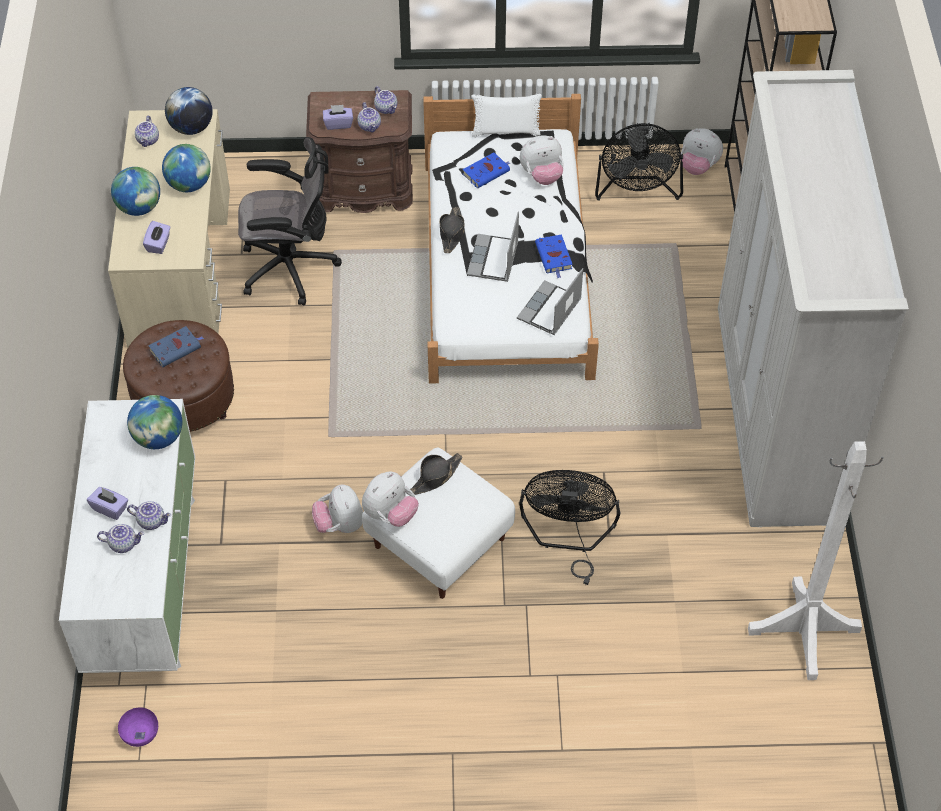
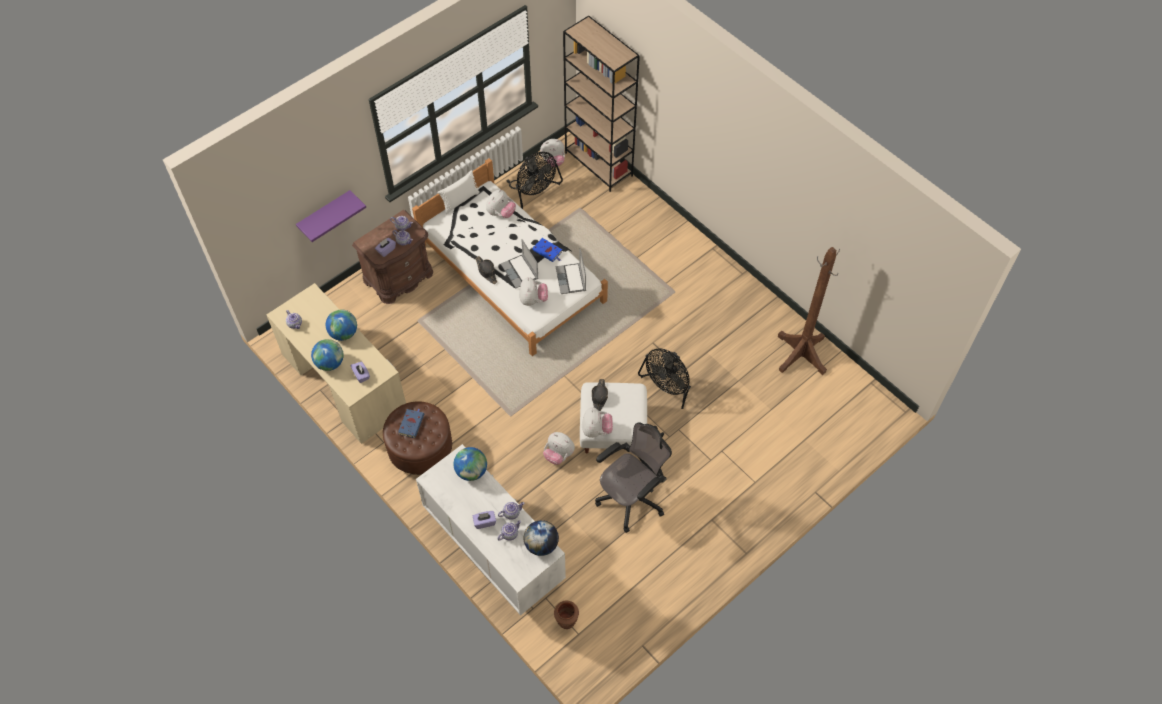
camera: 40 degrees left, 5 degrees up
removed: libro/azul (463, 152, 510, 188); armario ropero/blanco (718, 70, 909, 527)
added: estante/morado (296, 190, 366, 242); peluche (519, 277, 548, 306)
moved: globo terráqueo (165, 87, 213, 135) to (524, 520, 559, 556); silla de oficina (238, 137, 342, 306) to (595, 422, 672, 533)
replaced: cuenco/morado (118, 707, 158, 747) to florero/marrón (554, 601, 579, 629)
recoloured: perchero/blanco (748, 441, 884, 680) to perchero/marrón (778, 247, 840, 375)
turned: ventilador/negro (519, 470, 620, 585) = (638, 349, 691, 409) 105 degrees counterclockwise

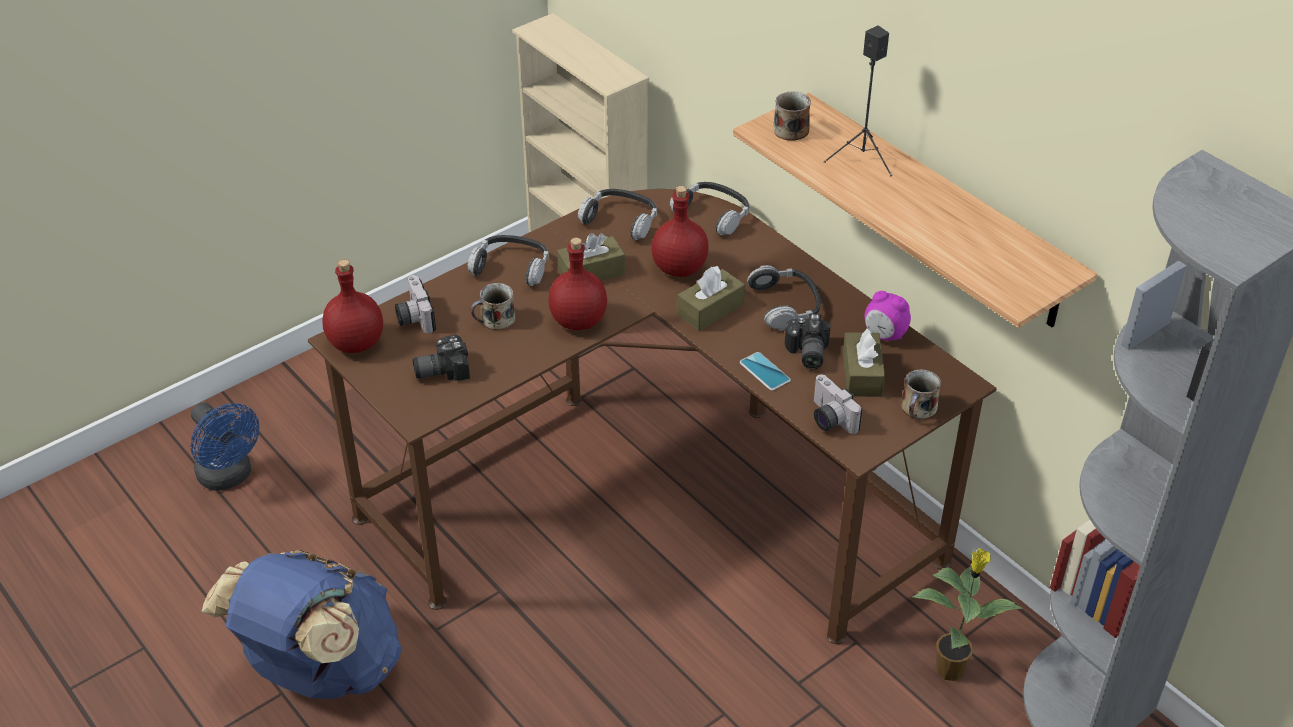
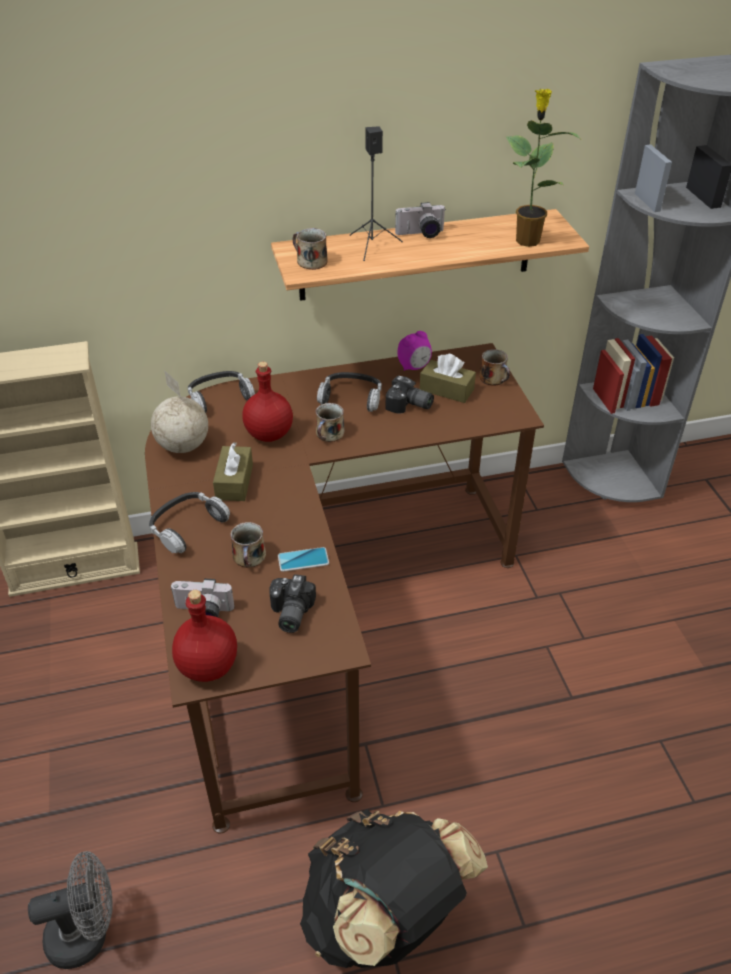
camera: 65 degrees left, 0 degrees up
removed: botella/rojo (548, 238, 607, 330)
moved: móvil (740, 352, 791, 391) to (278, 547, 329, 572); cámara (814, 374, 862, 434) to (395, 202, 445, 238); planta en maceta (912, 548, 1023, 681) to (506, 88, 581, 247)
replaced: auriculares (578, 189, 657, 240) to globo terráqueo (151, 370, 208, 453); caja de pañuelos/marrón (677, 266, 745, 331) to taza grande (316, 403, 344, 442)
recoloured: ventilador/azul (191, 402, 259, 491) to ventilador/gris (28, 851, 113, 969); mochila/azul (202, 550, 402, 699) to mochila/negro (300, 809, 488, 968)

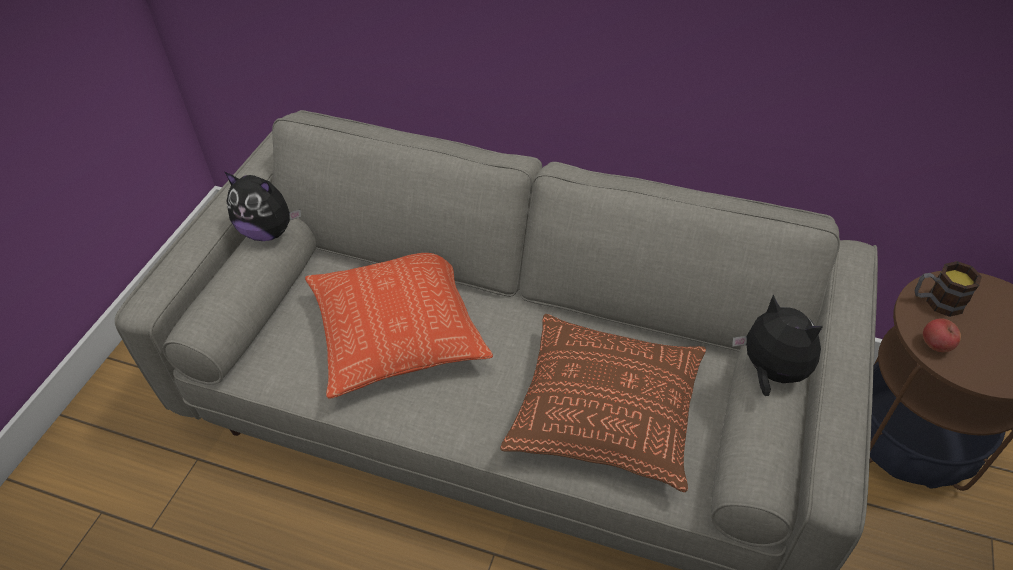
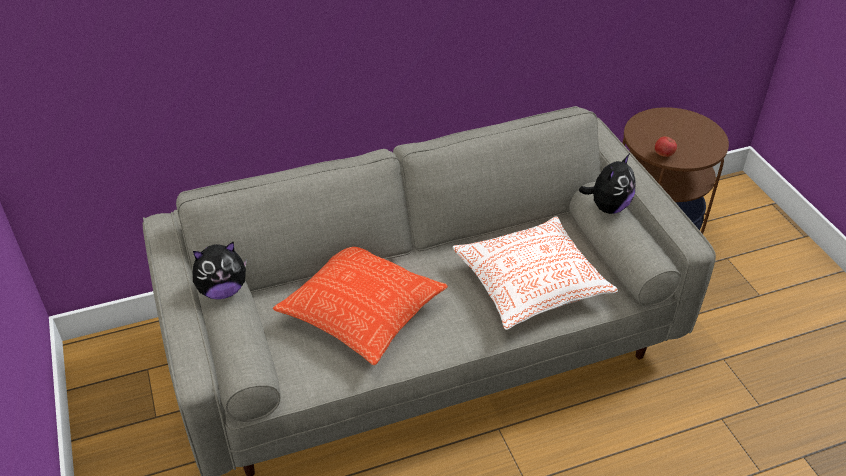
camera: 40 degrees left, 5 degrees down
removed: taza grande (915, 261, 982, 317)
recoloured: cojín/marrón (500, 314, 706, 492) to cojín/blanco (453, 216, 618, 330)
turned: peluche (732, 294, 823, 396) = (579, 153, 635, 214) 120 degrees clockwise

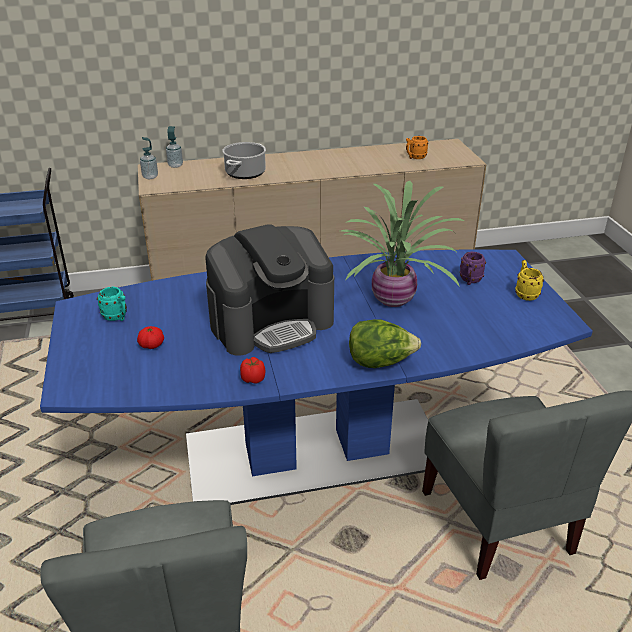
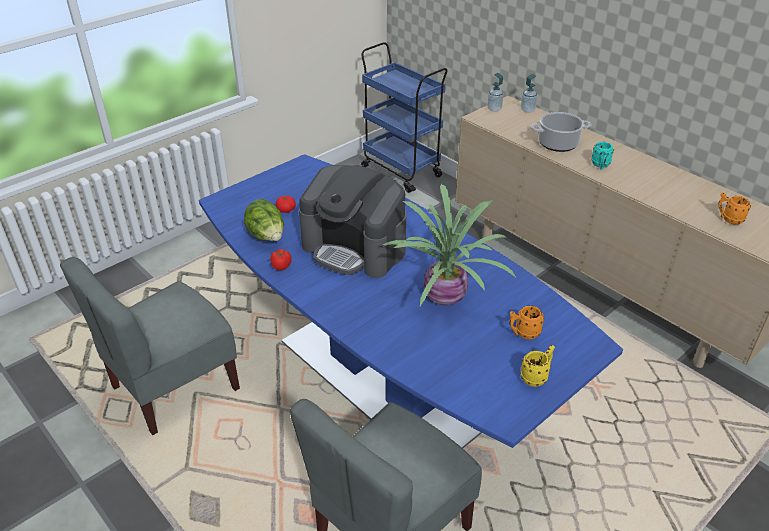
camera: 60 degrees right, 5 degrees up
moved: taza grande/turquesa (97, 287, 127, 321) to (591, 142, 614, 169); lechuga (349, 319, 421, 368) to (244, 199, 284, 241)
recoloured: taza grande/morado (460, 252, 486, 285) to taza grande/naranja (509, 306, 544, 340)

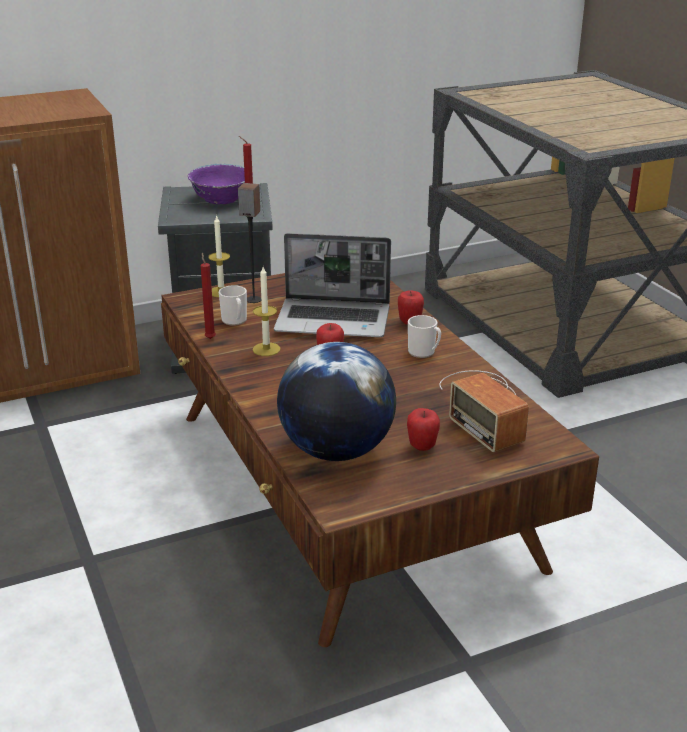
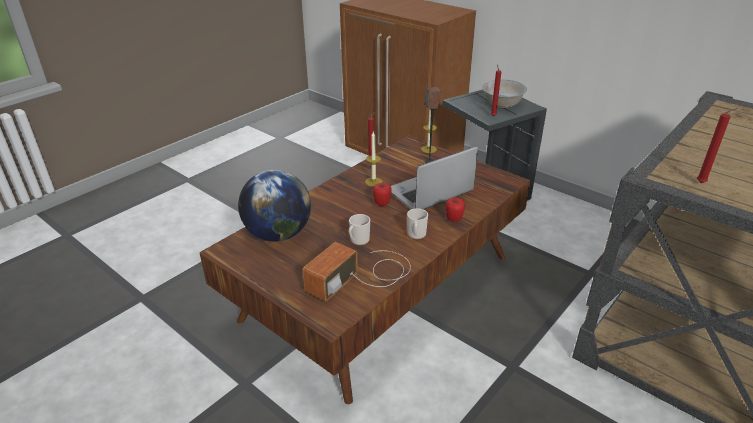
camera: 65 degrees right, 5 degrees up
removed: manzana (407, 408, 440, 451)
added: vela/rojo (697, 108, 738, 183)
moved: taza grande (219, 285, 247, 326) to (349, 214, 370, 245)
recoloured: cuenco/morado (188, 164, 253, 204) to cuenco/blanco (482, 80, 527, 108)
turned: portátil (274, 233, 391, 337) = (391, 146, 478, 210) 75 degrees clockwise

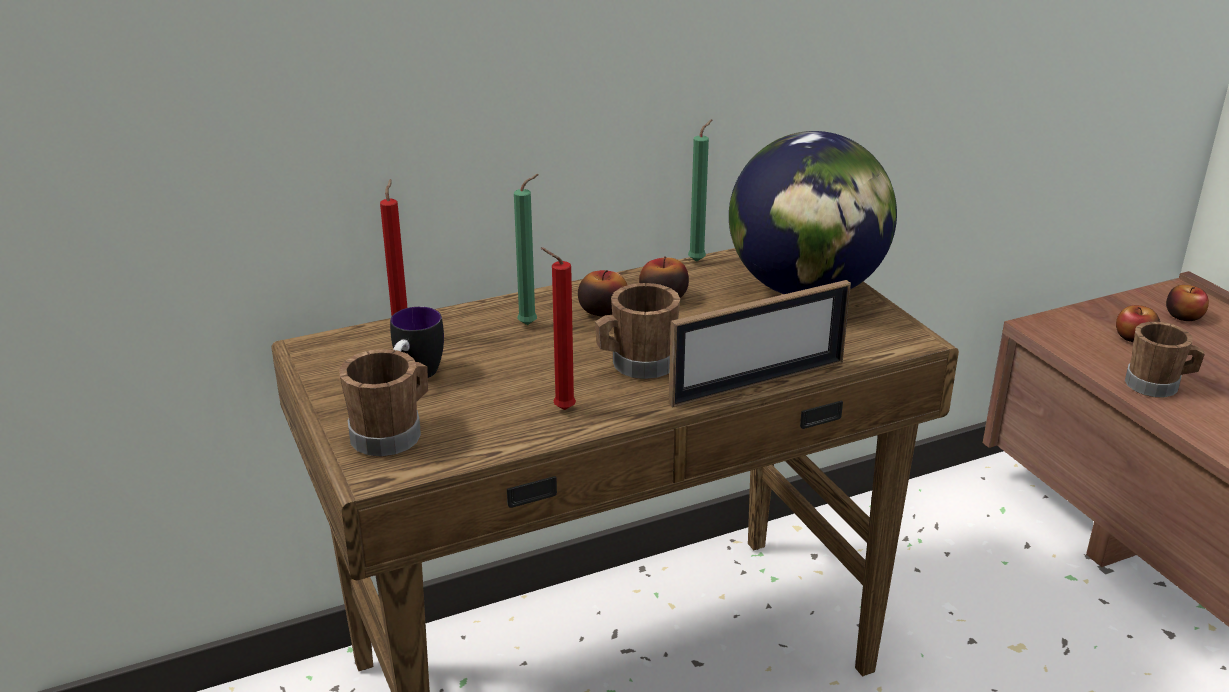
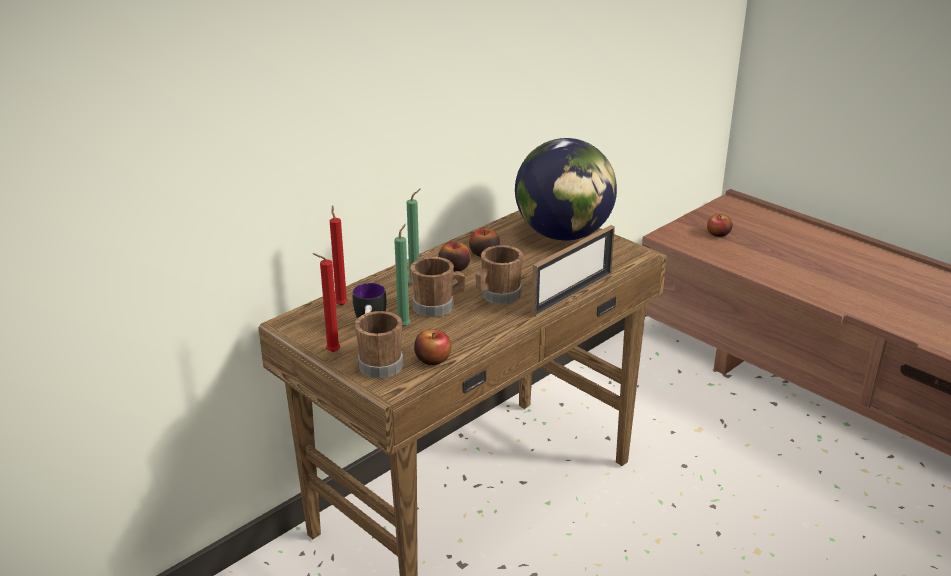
camera: 20 degrees left, 0 degrees up
moved: vela/rojo (541, 247, 576, 410) to (313, 253, 340, 352); vela/verde (688, 119, 712, 262) to (394, 224, 411, 327); taza grande/marrón (1125, 322, 1205, 398) to (410, 257, 465, 317); manzana (1166, 285, 1209, 321) to (414, 329, 451, 365)

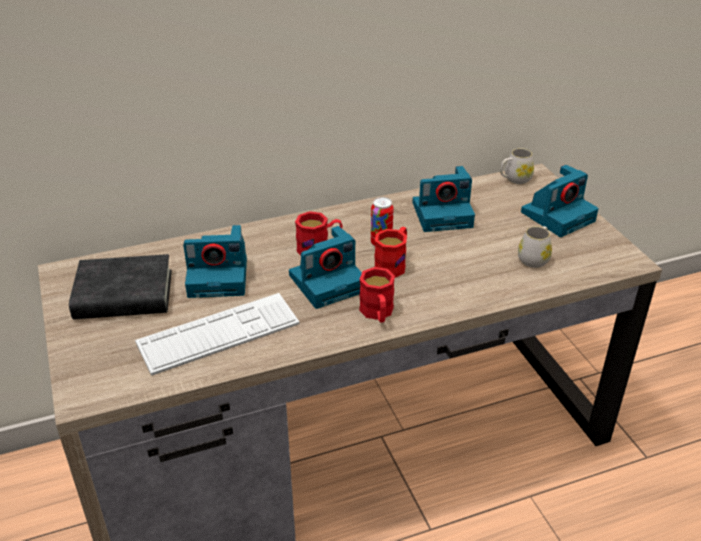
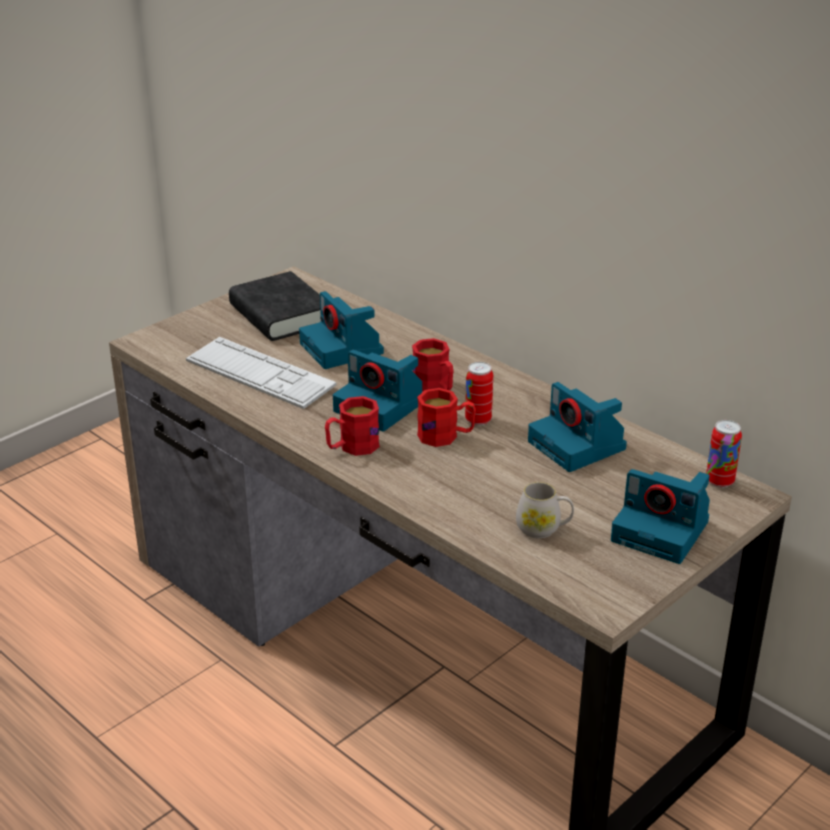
camera: 65 degrees right, 5 degrees down
replaced: taza grande/blanco (500, 148, 534, 184) to lata (706, 420, 742, 488)

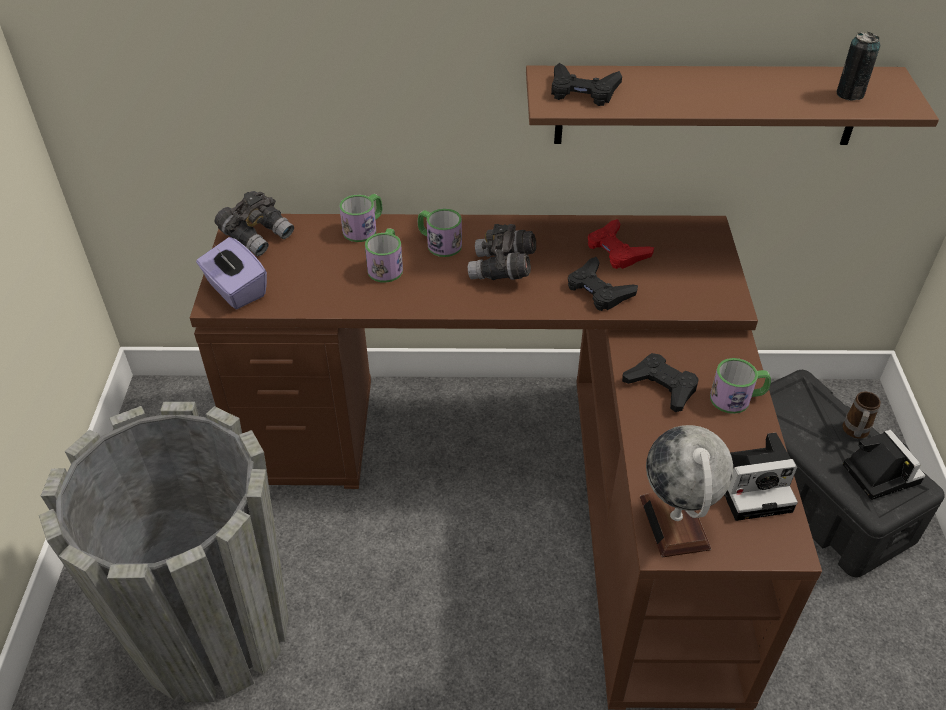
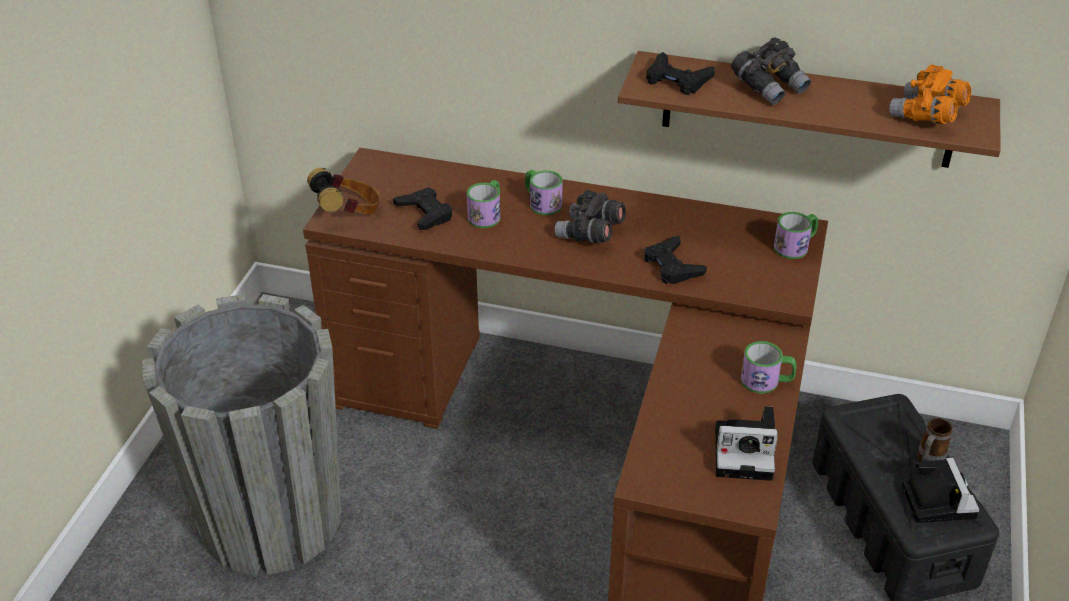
camera: 15 degrees right, 5 degrees down
removed: mando de consola/rojo (588, 219, 654, 269); globo terráqueo (640, 425, 733, 557)
moved: prismáticos/gris (215, 191, 294, 256) to (731, 37, 811, 105); taza grande (339, 194, 382, 242) to (774, 212, 818, 259); mando de consola/negro (622, 353, 699, 412) to (393, 188, 452, 230)
replaced: caja de pañuelos/morado (196, 237, 267, 309) to auriculares (307, 168, 380, 215); lata (836, 32, 880, 101) to prismáticos/naranja (890, 65, 971, 124)

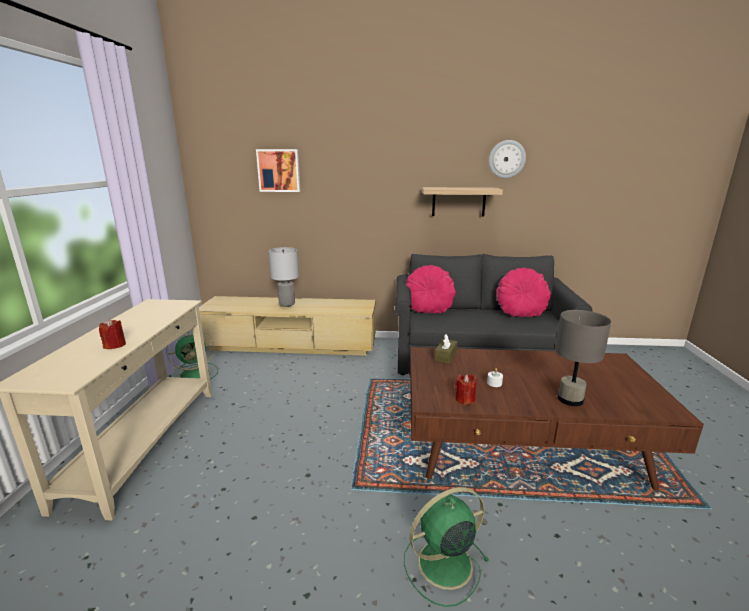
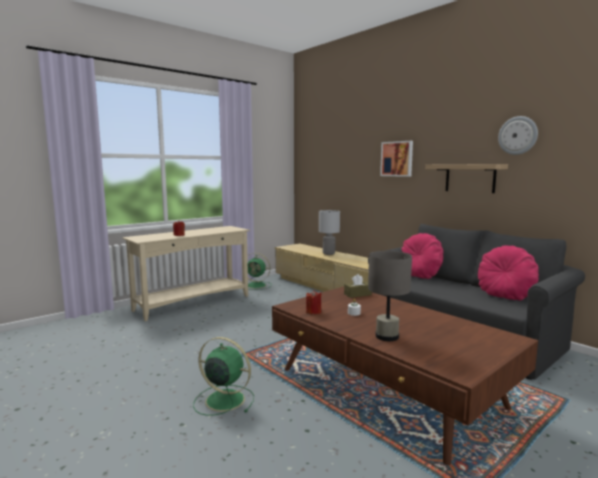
camera: 45 degrees right, 10 degrees down
moved: cuadro (256, 149, 301, 192) to (380, 141, 413, 177)

